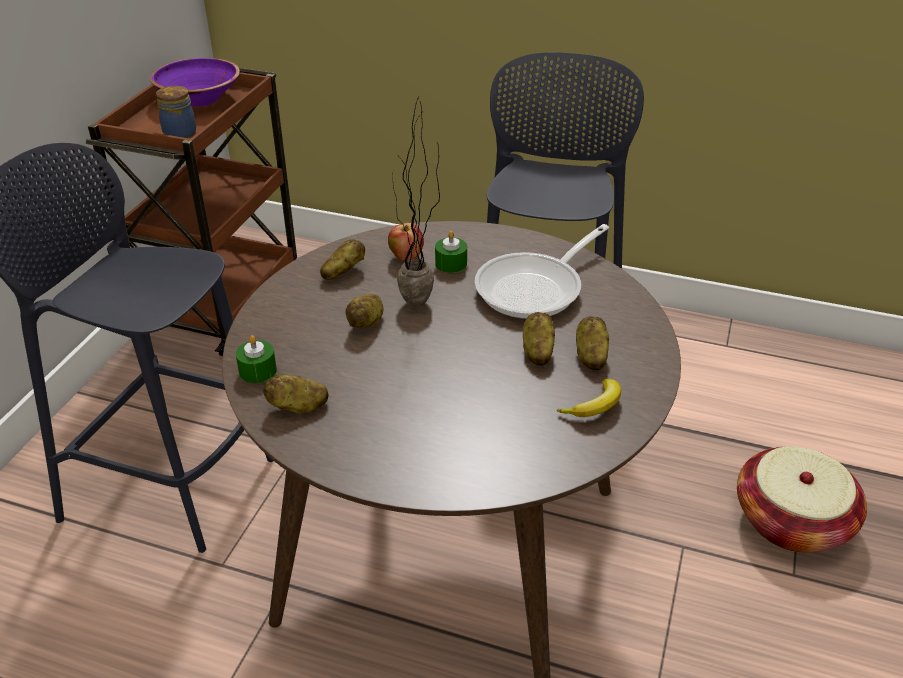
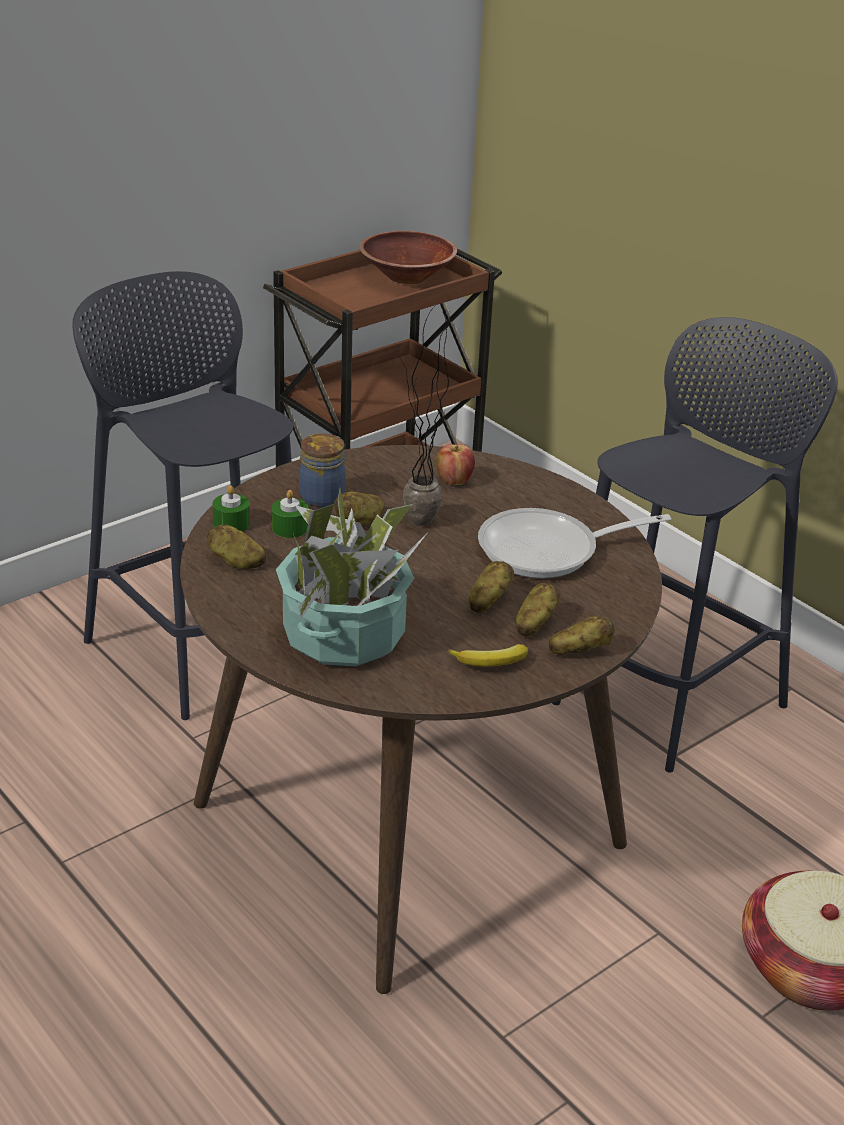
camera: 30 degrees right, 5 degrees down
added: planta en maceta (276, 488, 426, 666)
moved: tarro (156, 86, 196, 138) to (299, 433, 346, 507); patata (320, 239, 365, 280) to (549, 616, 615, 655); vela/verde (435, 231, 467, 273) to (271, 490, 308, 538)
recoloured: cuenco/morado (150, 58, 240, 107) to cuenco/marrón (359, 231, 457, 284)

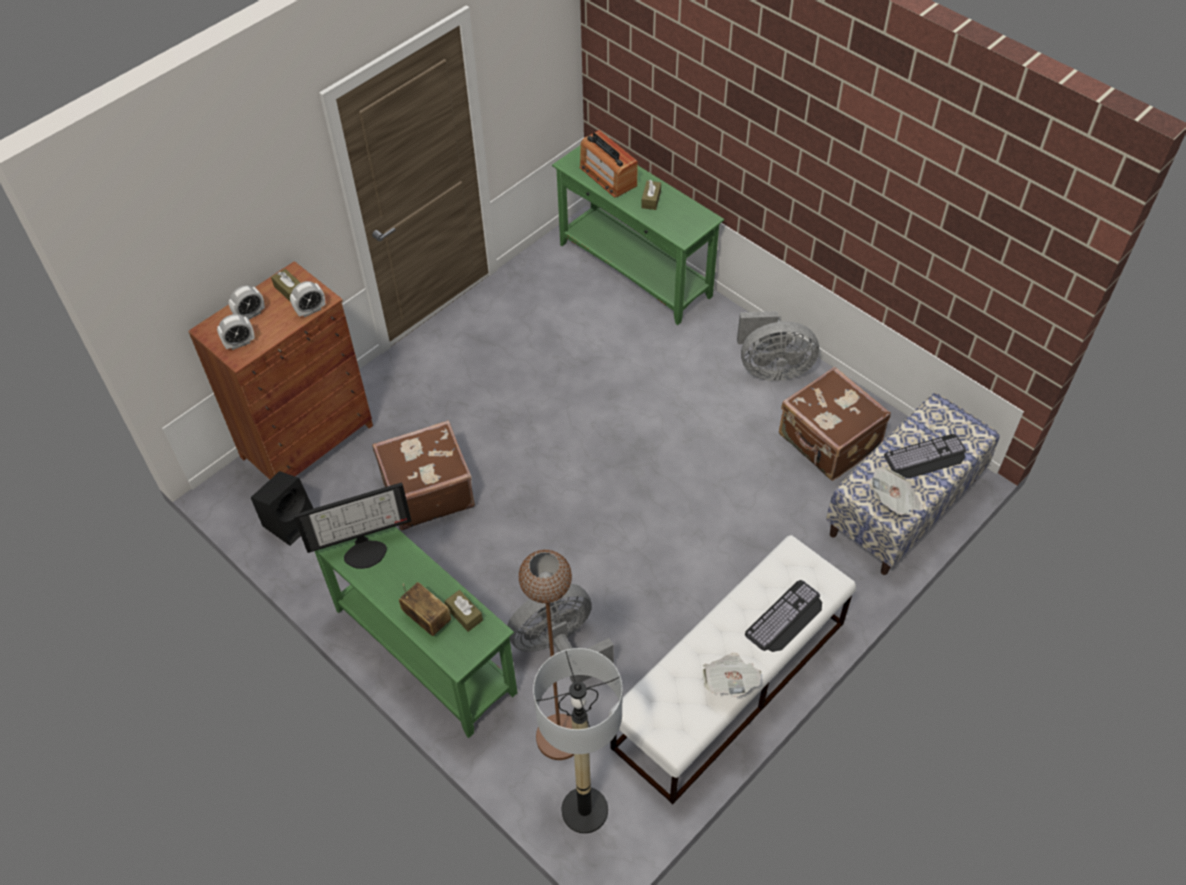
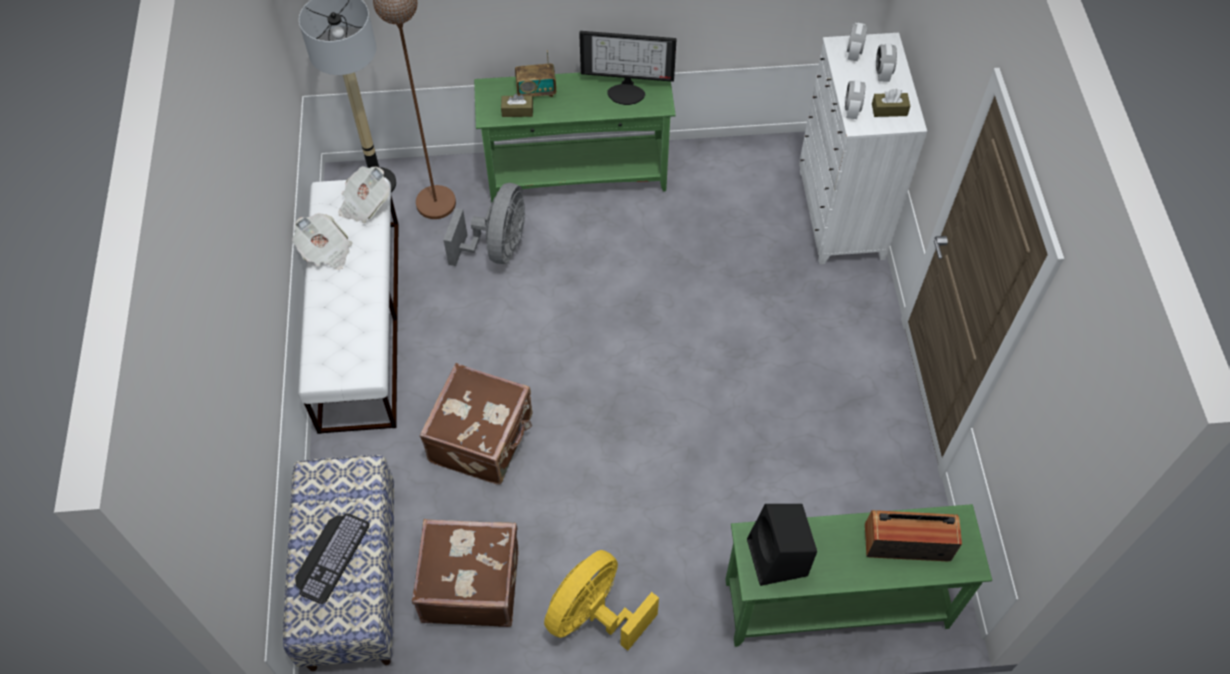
camera: 130 degrees right, 5 degrees up
removed: caja de pañuelos/marrón (641, 180, 661, 210); teclado (745, 580, 822, 652)
moved: altavoz/negro (251, 471, 313, 546) to (747, 504, 817, 586); maleta/marrón (372, 420, 475, 530) to (419, 363, 533, 485); periódico (869, 467, 924, 516) to (338, 166, 389, 223)
recoloured: cómoda/marrón (188, 261, 373, 479) to cómoda/blanco (799, 33, 927, 264); ventilador/gris (737, 311, 819, 381) to ventilador/amarillo (544, 550, 659, 651)
turned: monitor (294, 482, 412, 569) = (579, 31, 677, 105) 105 degrees counterclockwise

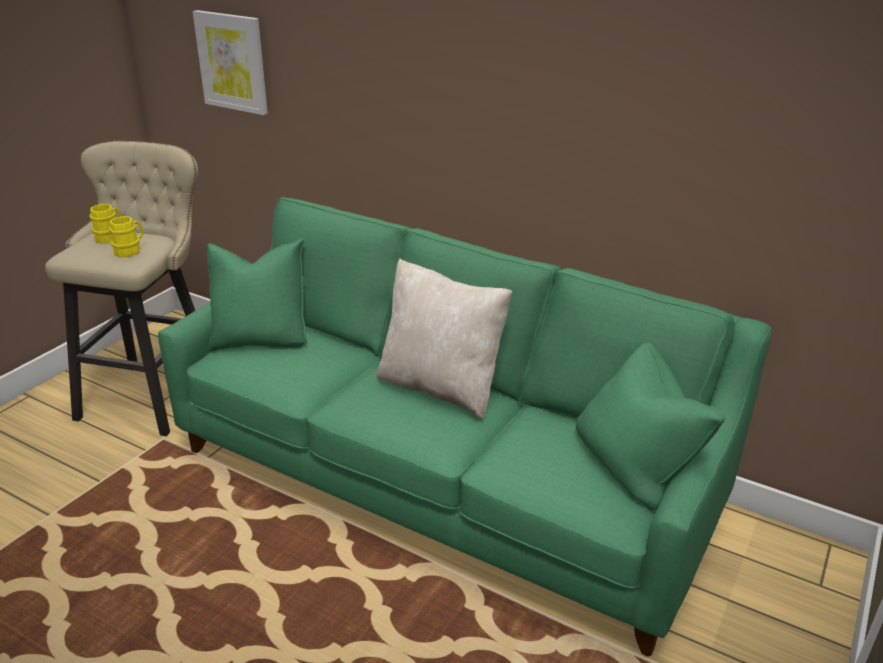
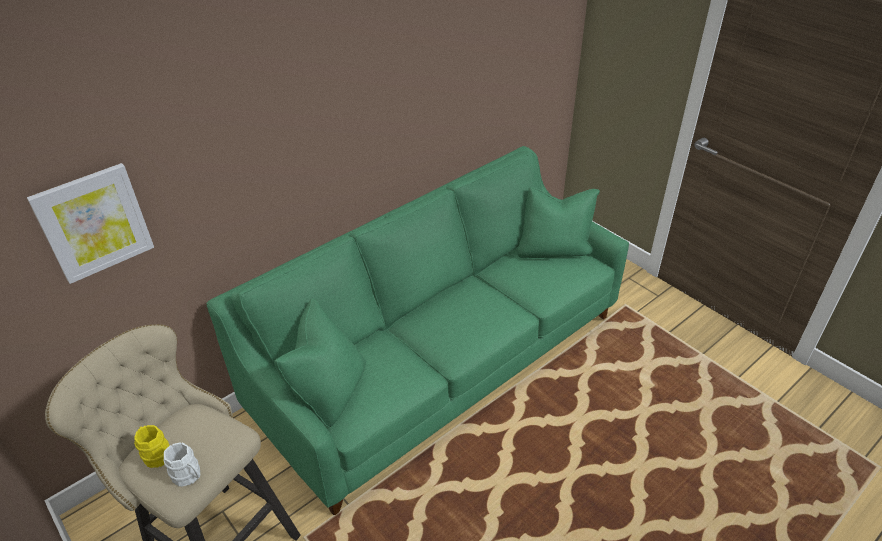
camera: 70 degrees left, 10 degrees up
removed: taza grande/amarillo (109, 216, 143, 257); cojín/beis (376, 258, 512, 419)
added: taza grande/blanco (164, 442, 200, 487)

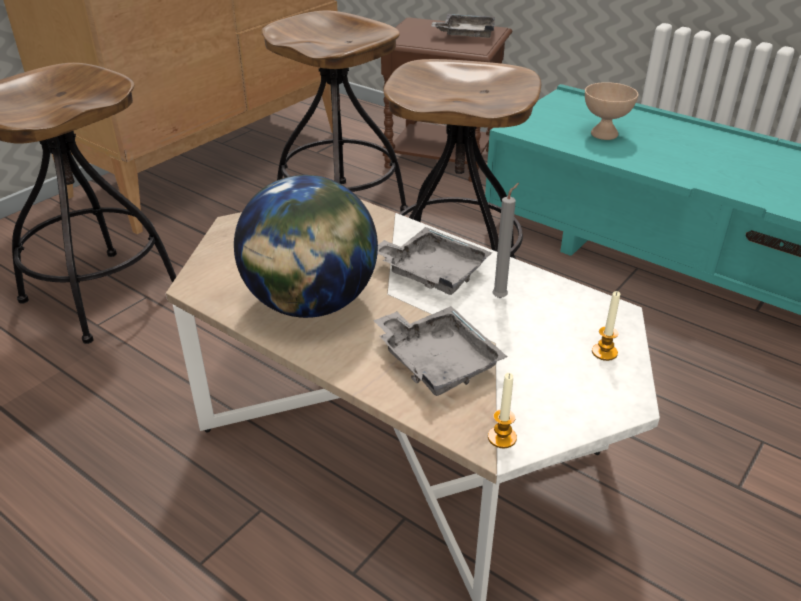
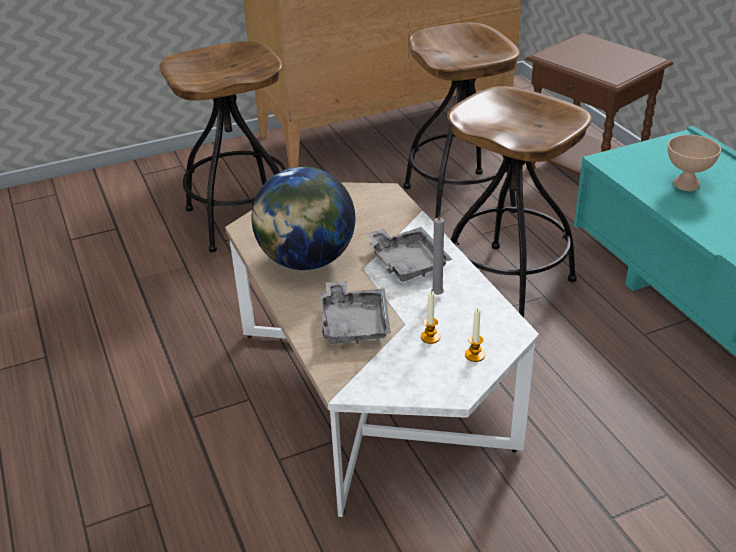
camera: 30 degrees right, 0 degrees up
removed: bandeja/gris (431, 14, 495, 38)
moved: vela (488, 373, 517, 449) to (421, 291, 440, 344)

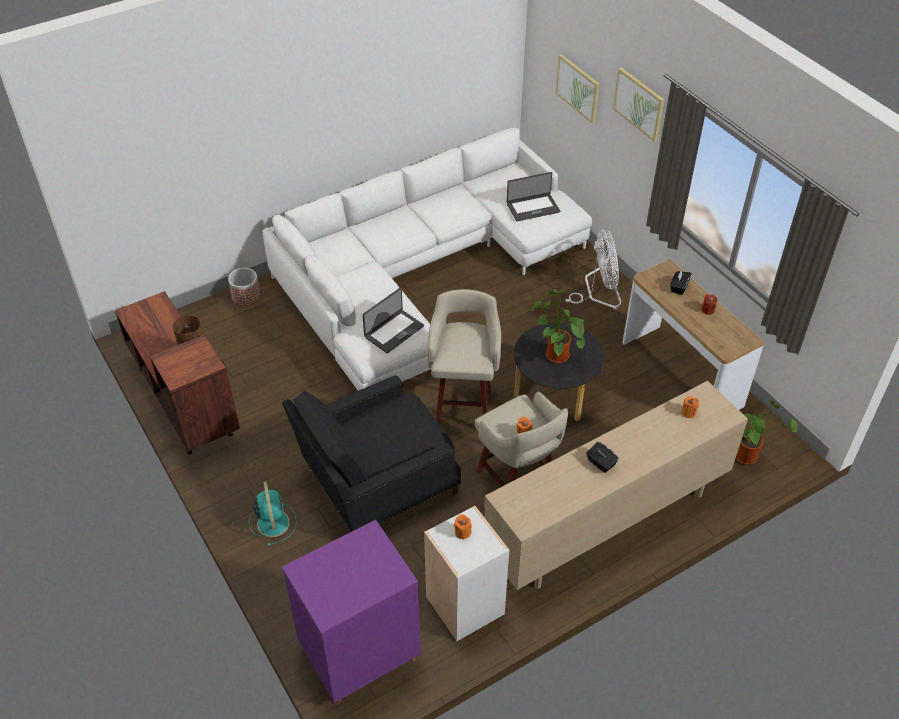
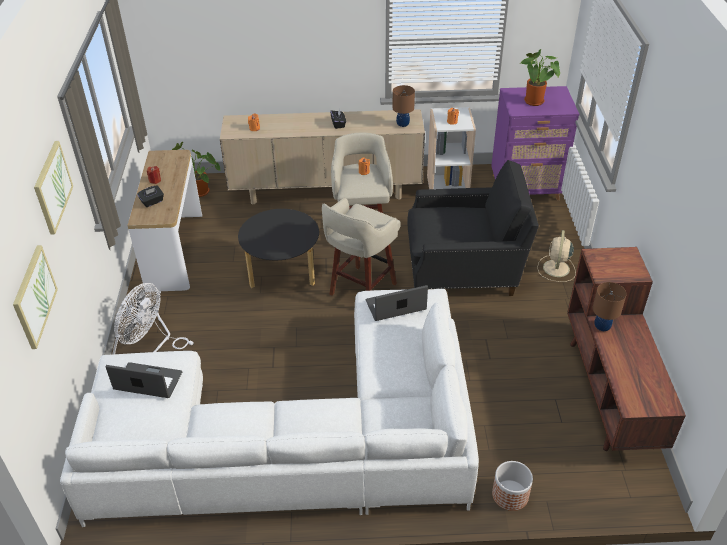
camera: 150 degrees left, 5 degrees down
added: lámpara de mesa/marrón (392, 85, 415, 127)
moved: planta en maceta (531, 289, 585, 363) to (521, 49, 560, 106)
recoloured: ventilador/turquesa (249, 481, 297, 546) to ventilador/beis (537, 230, 576, 282)

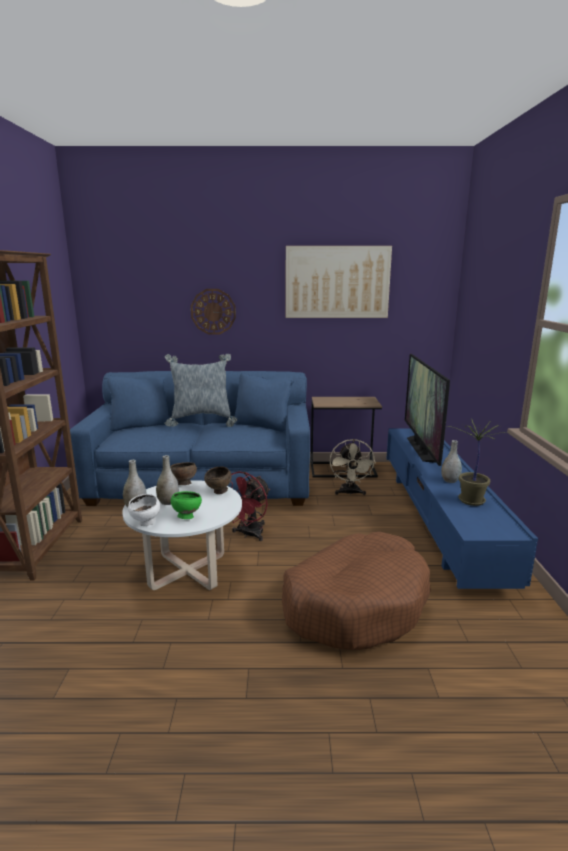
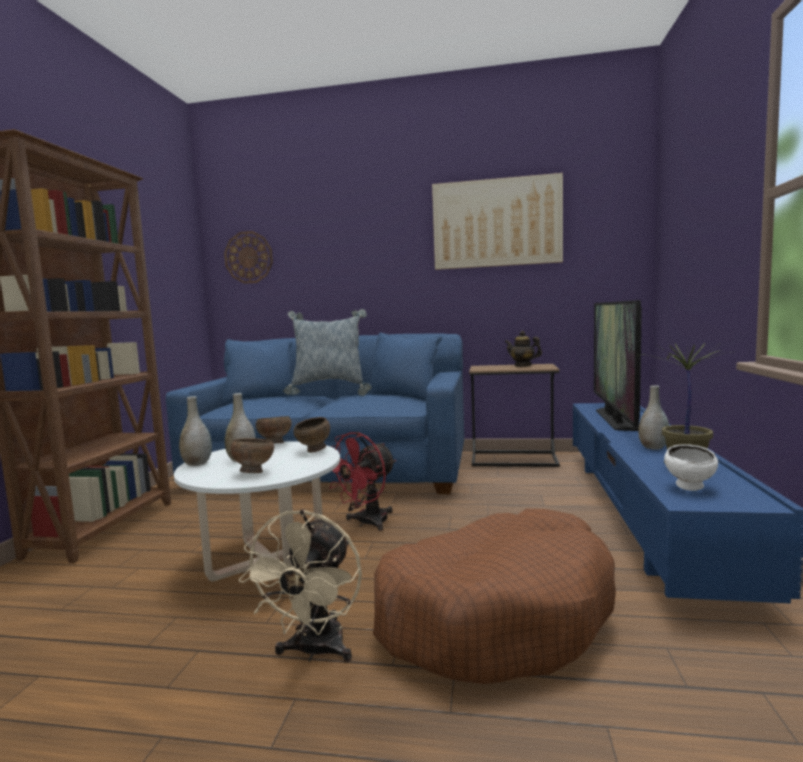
camera: 10 degrees right, 10 degrees down
added: tetera (505, 331, 542, 367)
moved: cuenco/blanco (128, 494, 160, 526) to (664, 444, 718, 491); reloj de pared (191, 289, 236, 335) to (224, 231, 273, 284); ventilador/beis (330, 439, 376, 496) to (239, 509, 362, 662)
recoloured: cuenco/verde (171, 491, 202, 519) to cuenco/marrón (230, 438, 274, 473)

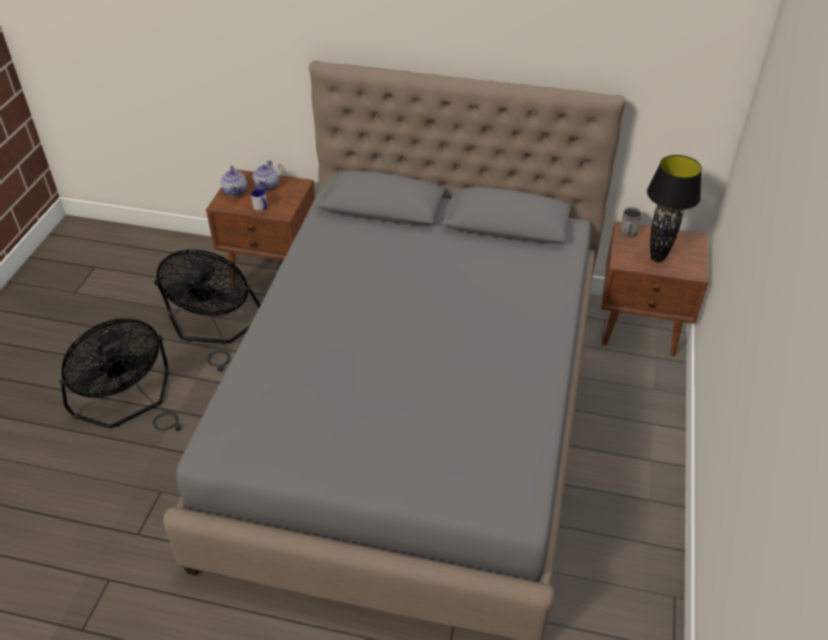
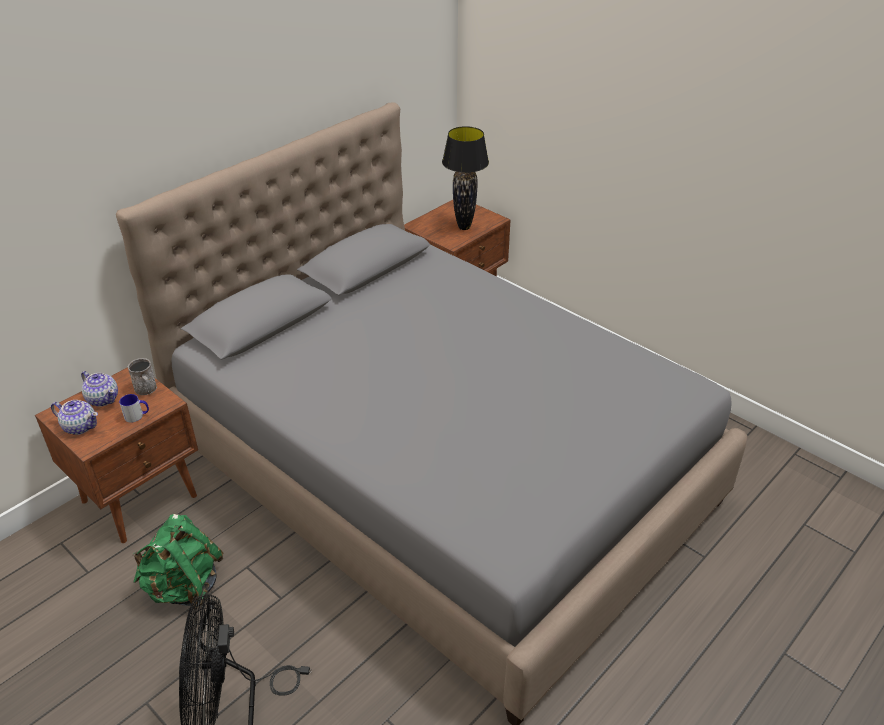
camera: 60 degrees left, 5 degrees down
moved: taza grande/gris (619, 207, 642, 238) to (127, 358, 157, 395)
replaced: ventilador/negro (154, 249, 260, 372) to mochila/verde (132, 514, 223, 609)

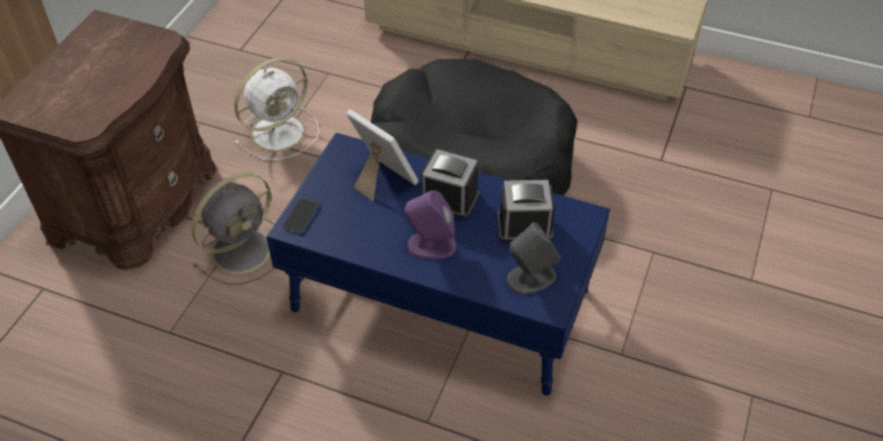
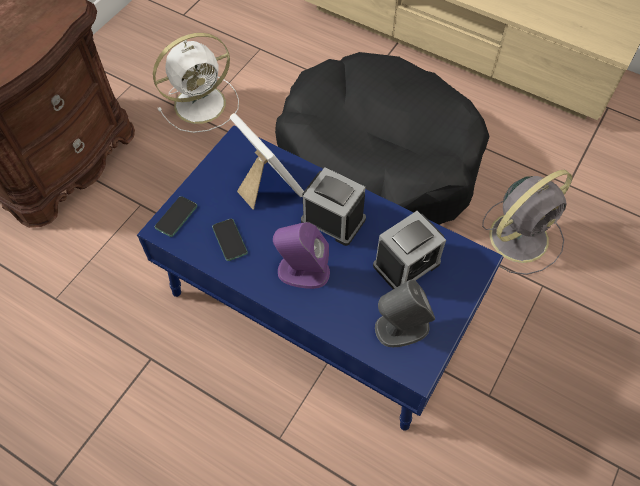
camera: 10 degrees right, 10 degrees up
added: móvil (212, 219, 248, 261)
moved: ventilador/gris (191, 172, 275, 285) to (482, 170, 572, 275)
turned: despertador (497, 180, 555, 242) = (373, 211, 446, 289) 135 degrees clockwise

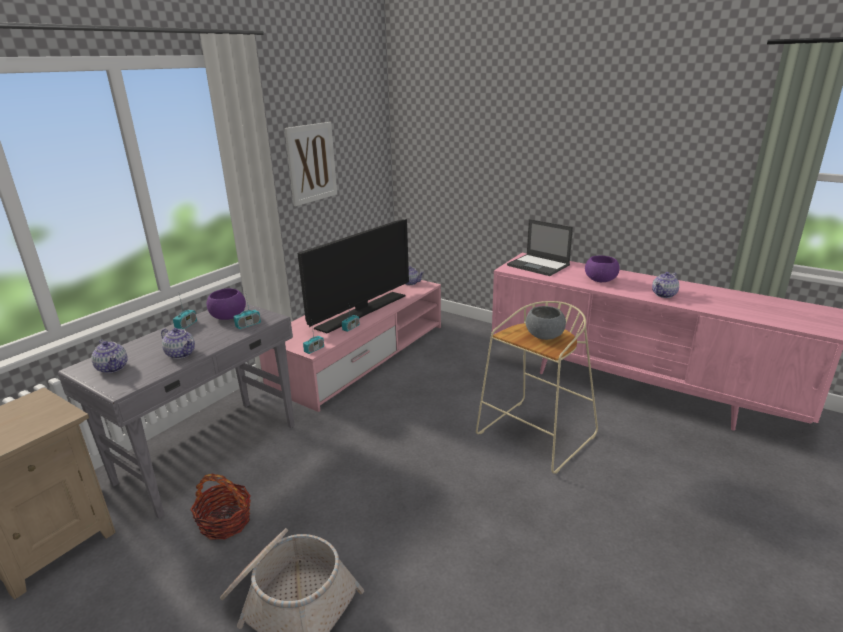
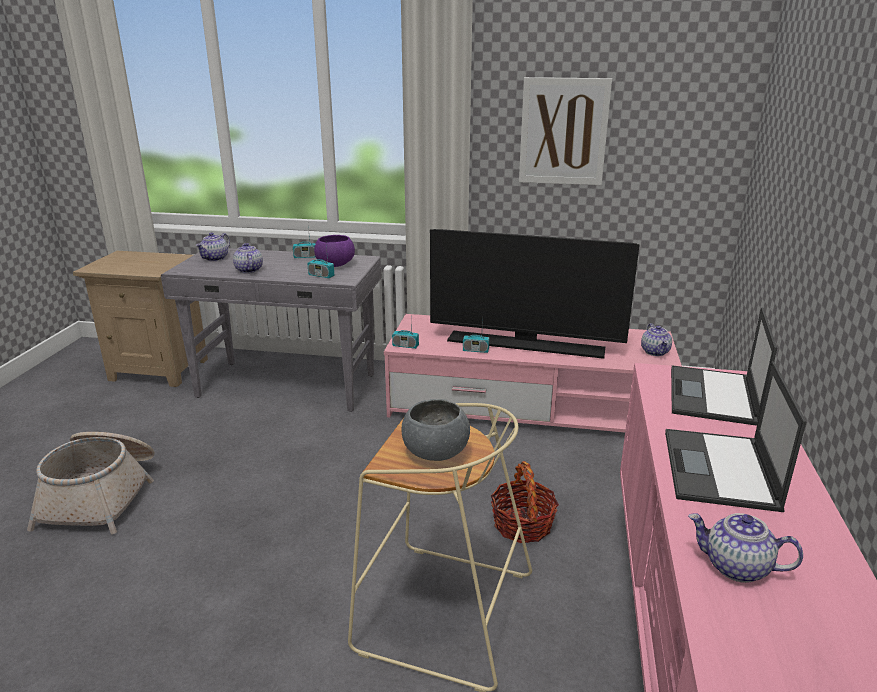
camera: 65 degrees right, 0 degrees up
moved: cesta (190, 474, 251, 540) to (491, 461, 559, 543)
replaced: cuenco/morado (585, 256, 620, 282) to portátil (665, 361, 806, 512)
turned: tetera (161, 328, 195, 359) = (233, 243, 263, 273) 150 degrees clockwise

